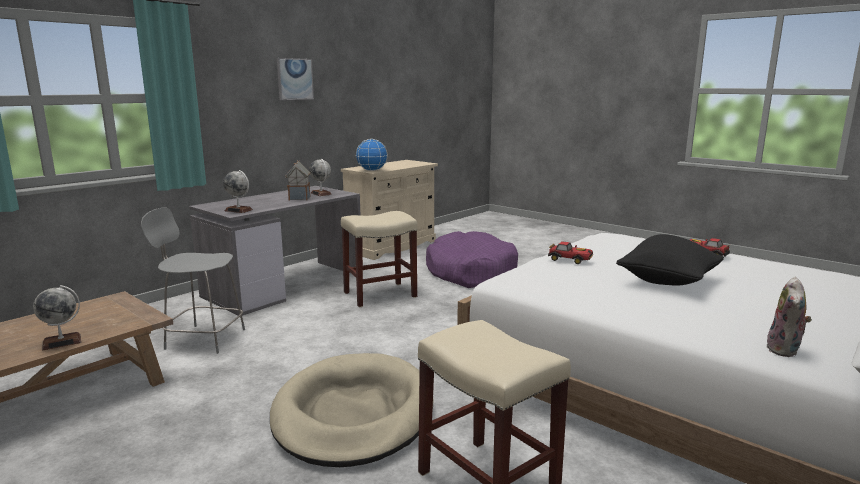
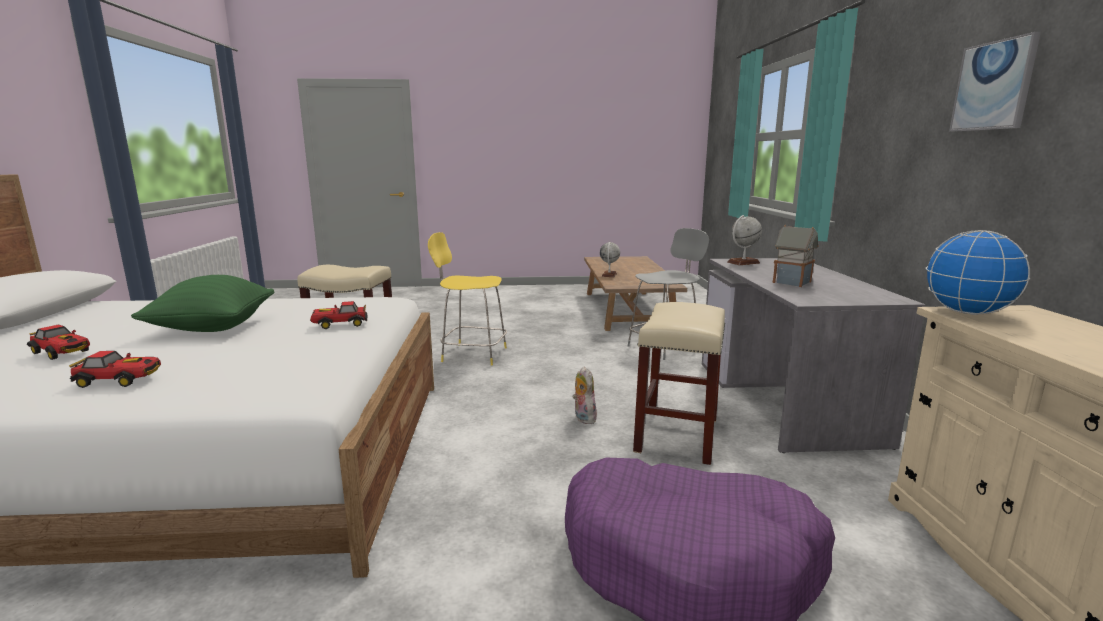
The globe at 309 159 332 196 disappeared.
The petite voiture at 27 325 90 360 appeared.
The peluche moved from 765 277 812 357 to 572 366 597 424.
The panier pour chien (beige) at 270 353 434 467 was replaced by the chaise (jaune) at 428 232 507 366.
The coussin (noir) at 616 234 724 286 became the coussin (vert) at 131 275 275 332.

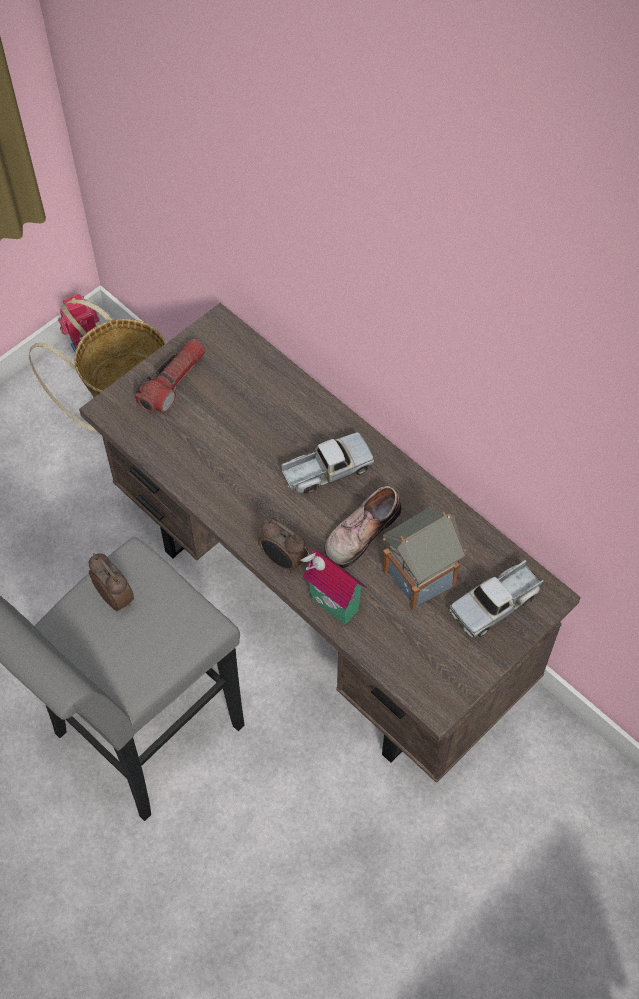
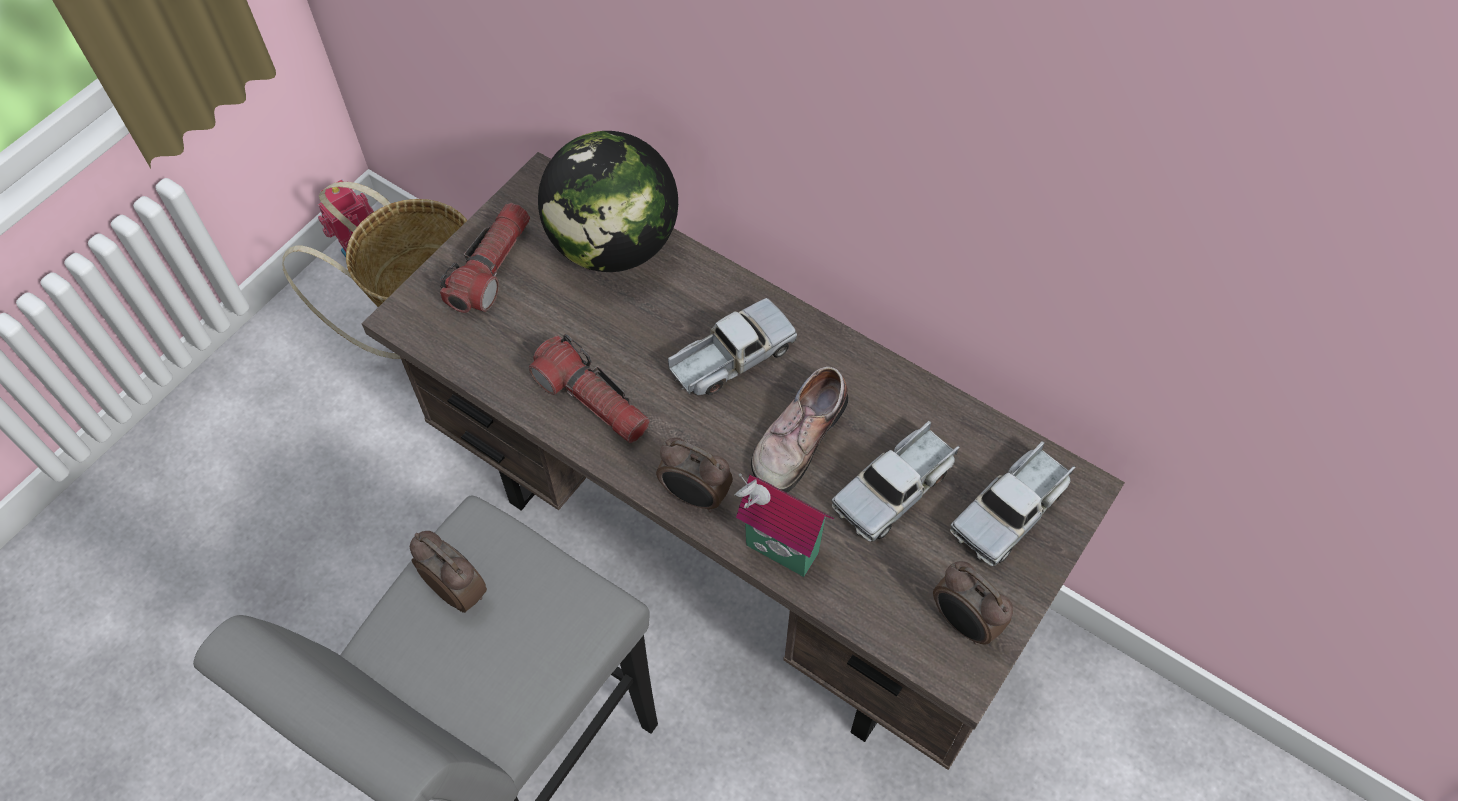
The lampe de poche at 529 334 650 443 appeared.
The globe at 538 131 678 272 appeared.
The réveil at 933 561 1013 645 appeared.
The maison miniature at 383 508 466 610 was replaced by the camion jouet at 831 421 960 541.

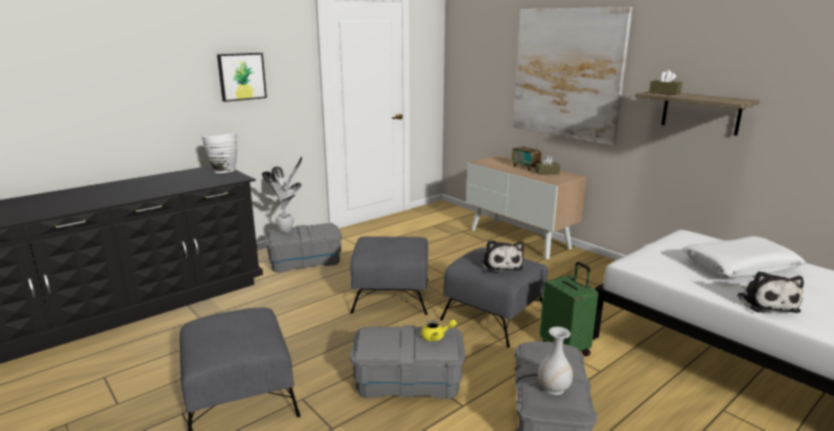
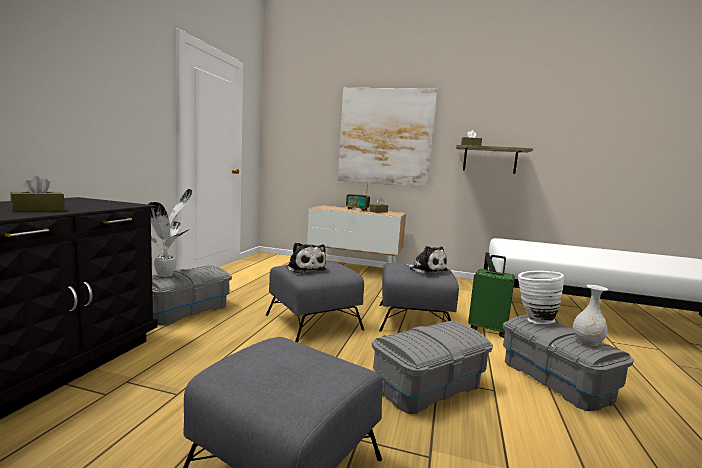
The tableau at 217 53 267 102 disappeared.
The théière (jaune) at 421 320 457 341 disappeared.
The coussin (blanc) at 682 236 806 278 disappeared.
The boîte à mouchoirs (marron) at 10 176 65 212 appeared.
The vase (blanc) moved from 202 134 237 173 to 518 271 564 324.
The peluche moved from 737 271 804 313 to 286 242 326 273.

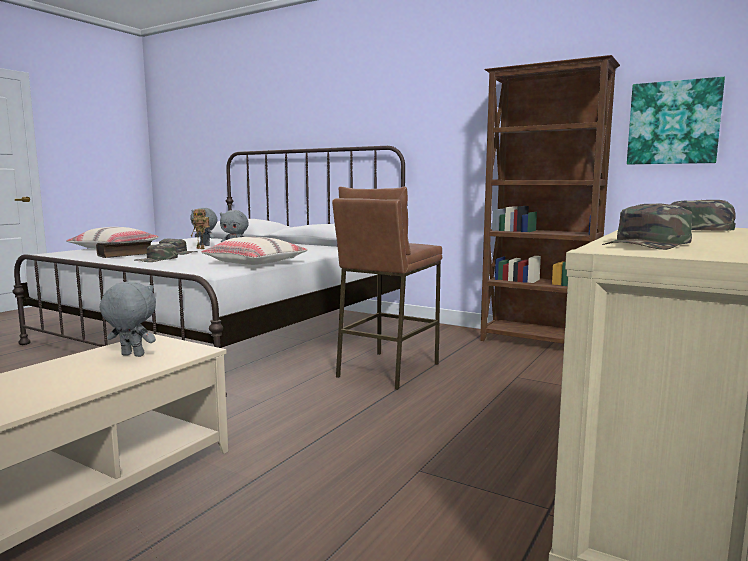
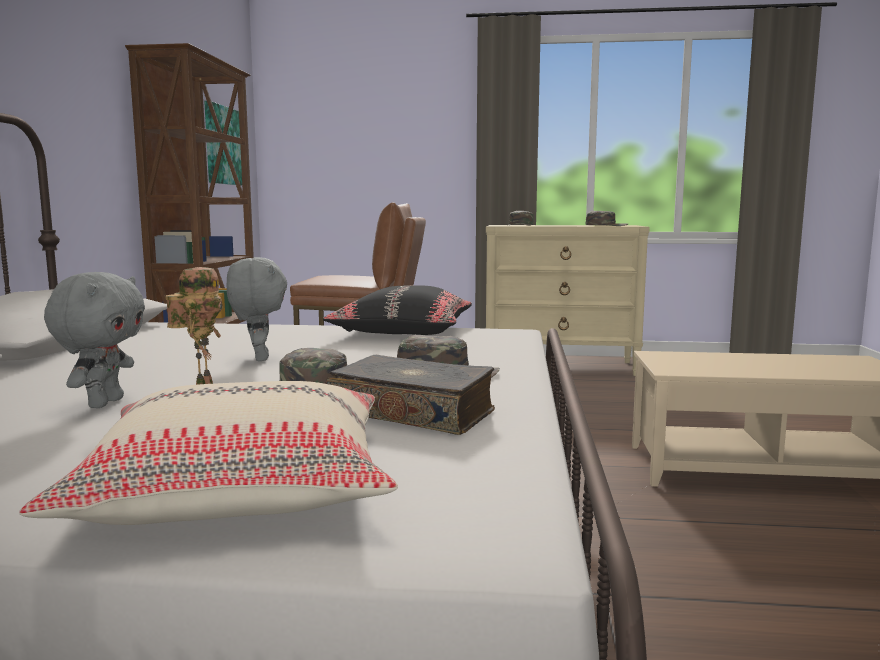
The peluche (gris) at 100 281 156 357 disappeared.
The coussin (beige) at 201 237 308 265 became the coussin (noir) at 323 285 472 335.

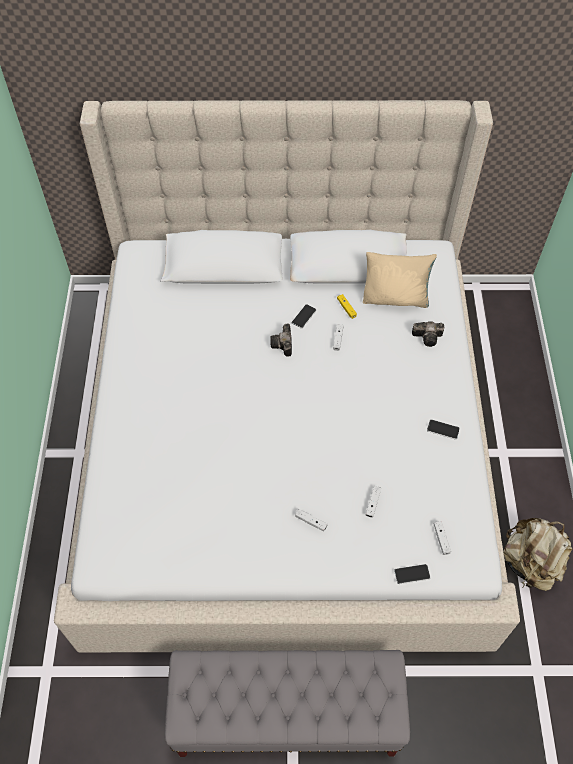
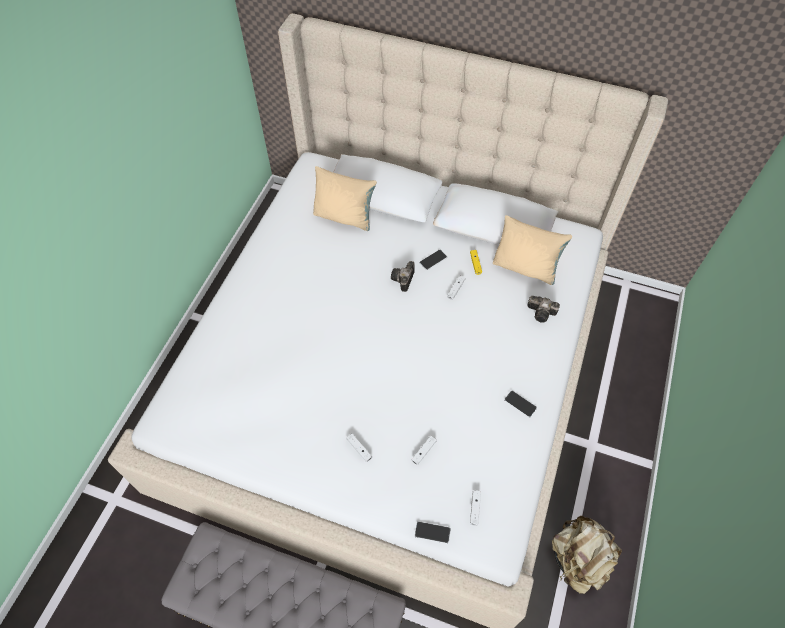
The coussin (beige) at 313 166 377 231 appeared.

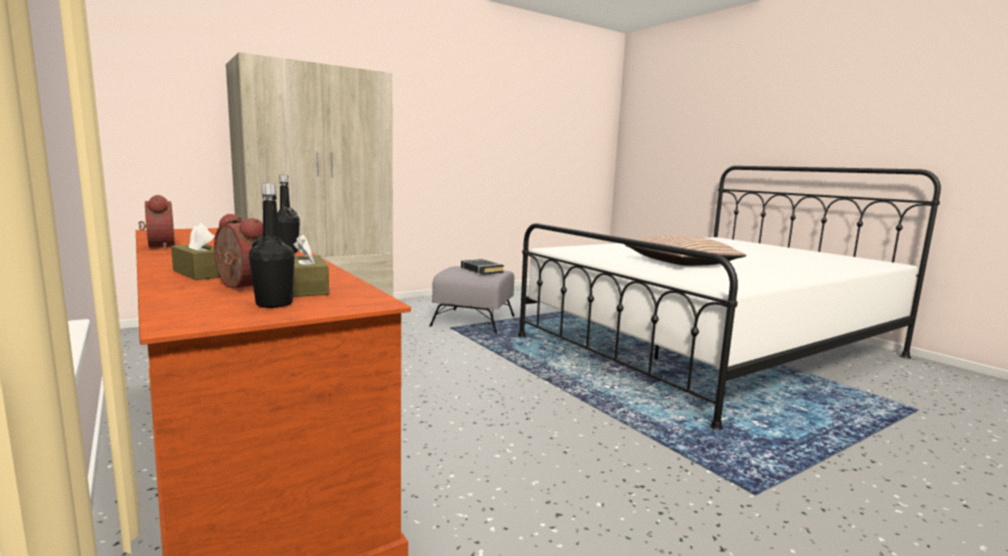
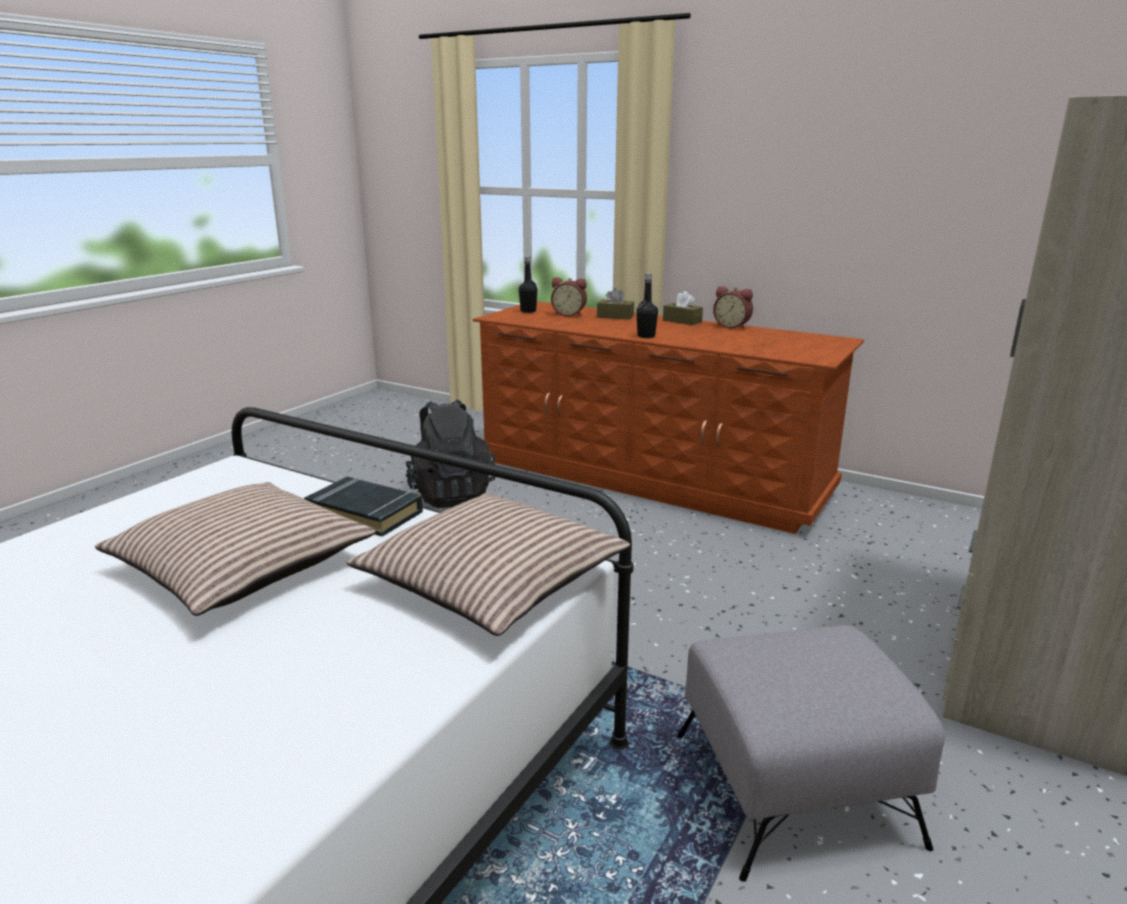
The coussin at 346 493 630 636 appeared.
The sac à dos (noir) at 406 399 495 508 appeared.
The boîte à mouchoirs (marron) moved from 293 234 329 297 to 663 291 703 325.
The livre (noir) moved from 461 259 504 275 to 304 477 423 537.

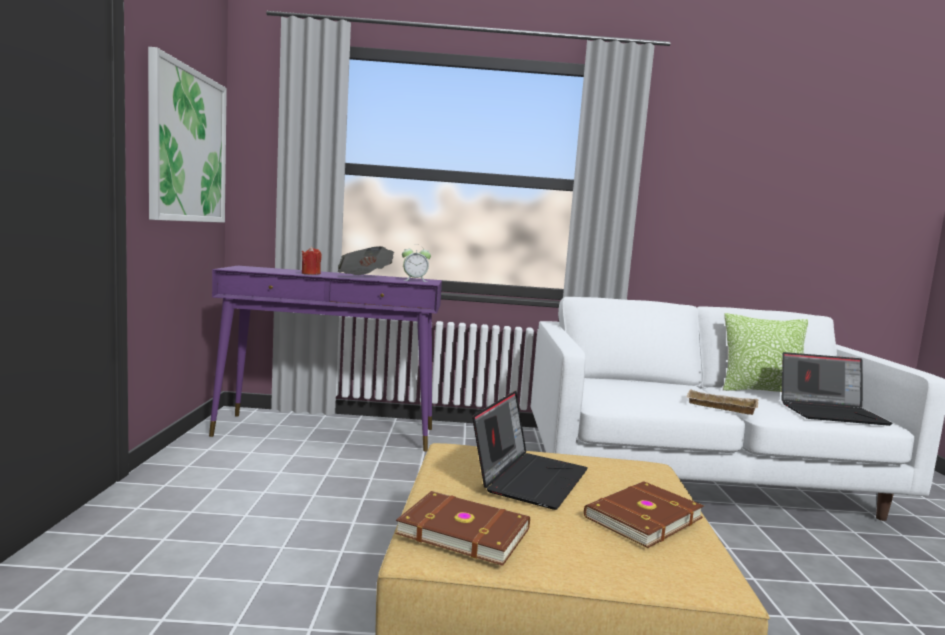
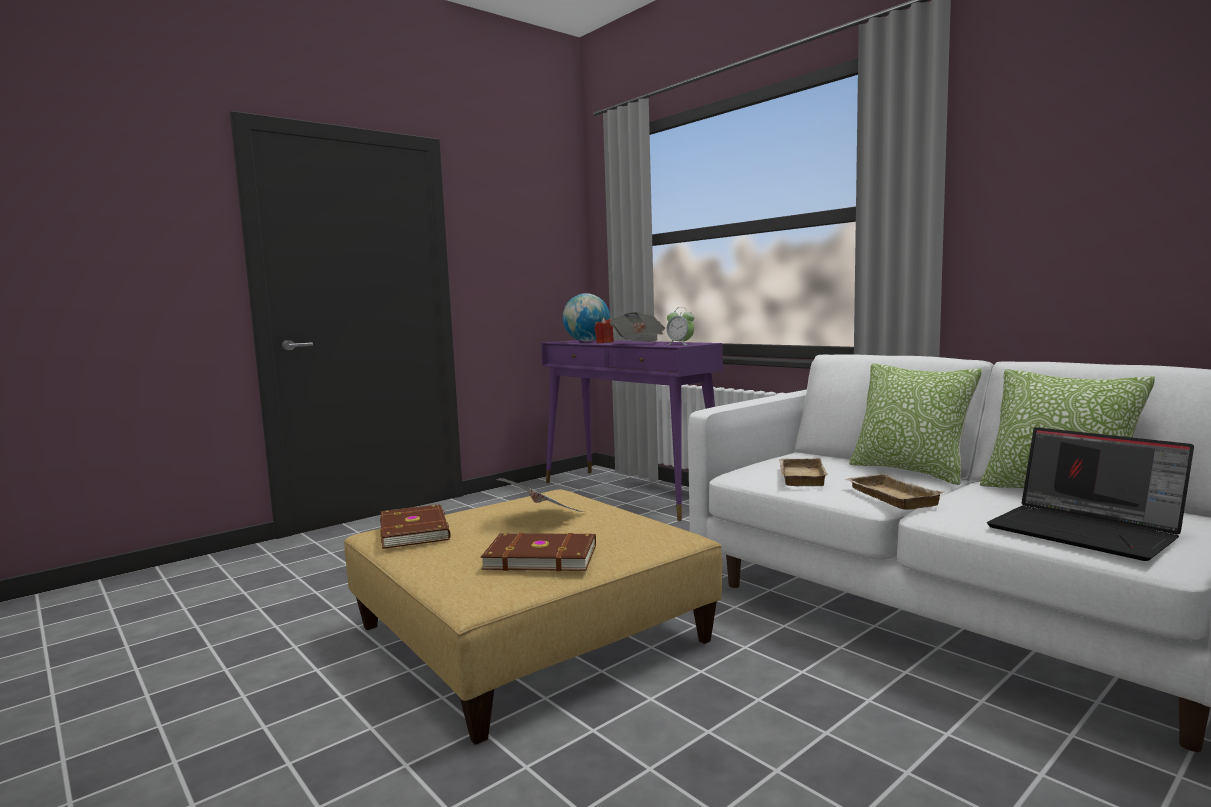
The tableau at 148 47 227 223 disappeared.
The globe at 563 293 610 341 appeared.
The plateau (beige) at 779 458 828 486 appeared.
The coussin at 849 363 982 485 appeared.
The ordinateur portable at 472 391 588 510 was replaced by the journal at 496 478 586 512.

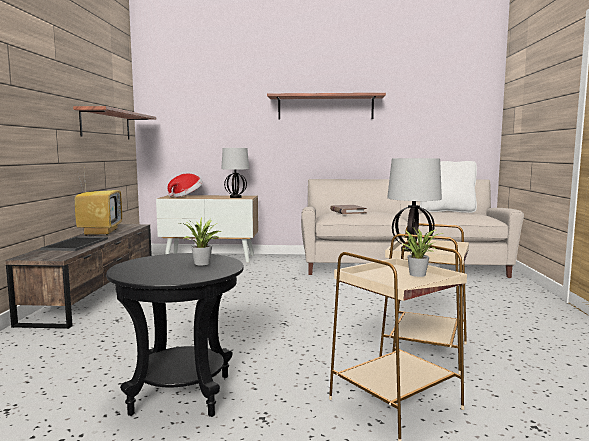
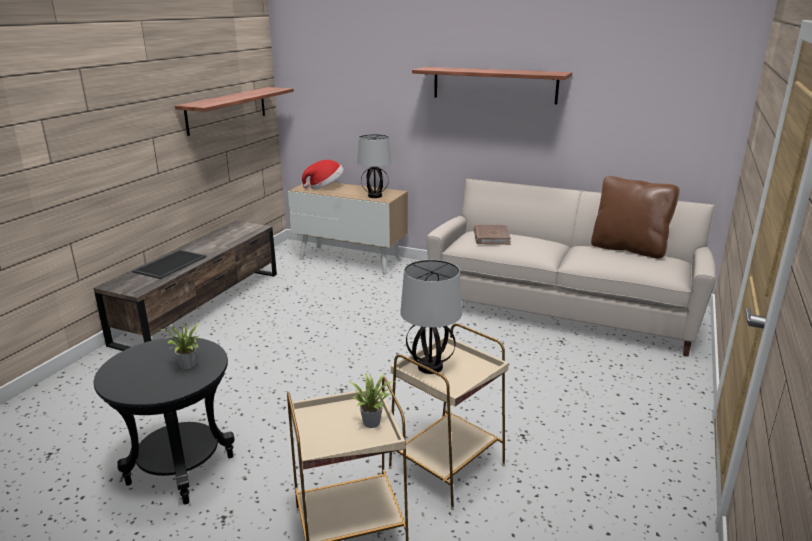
The téléviseur at 75 171 122 236 disappeared.
The coussin (blanc) at 420 161 477 213 became the coussin (marron) at 591 176 679 259.

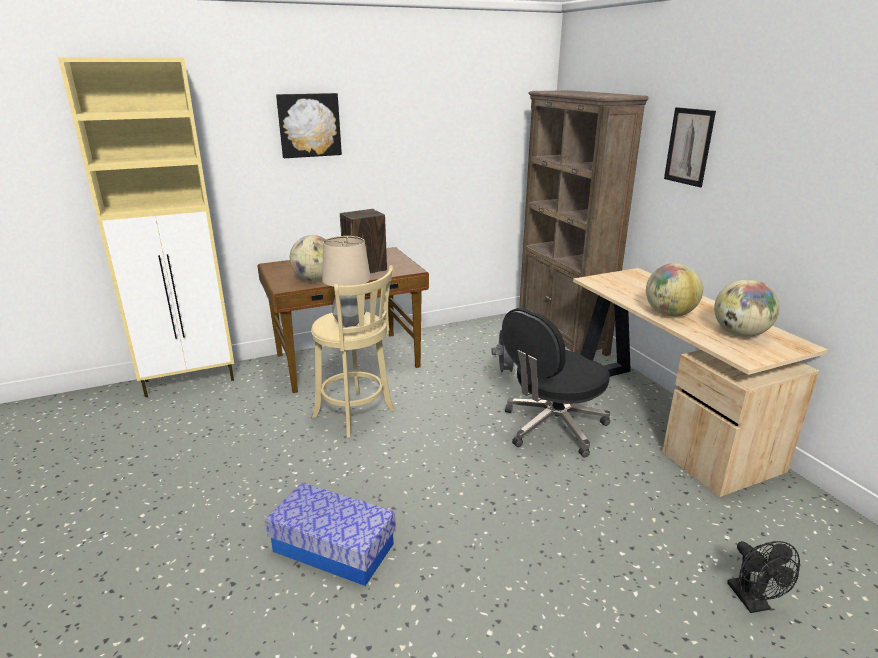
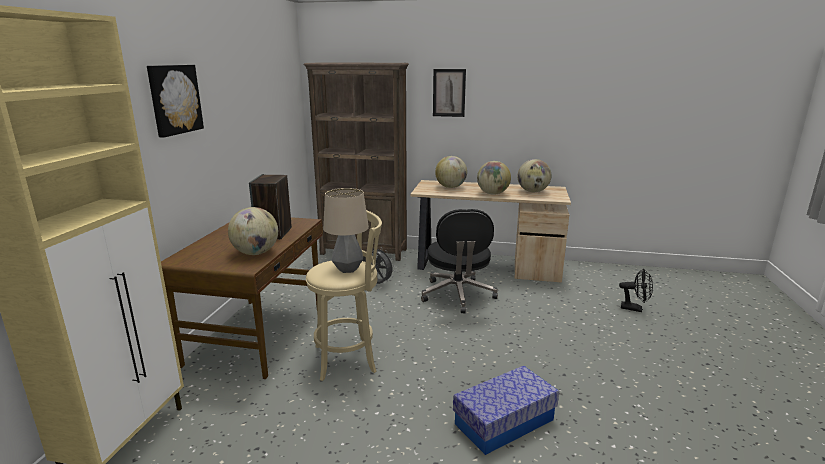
The globe at 435 156 467 188 appeared.

